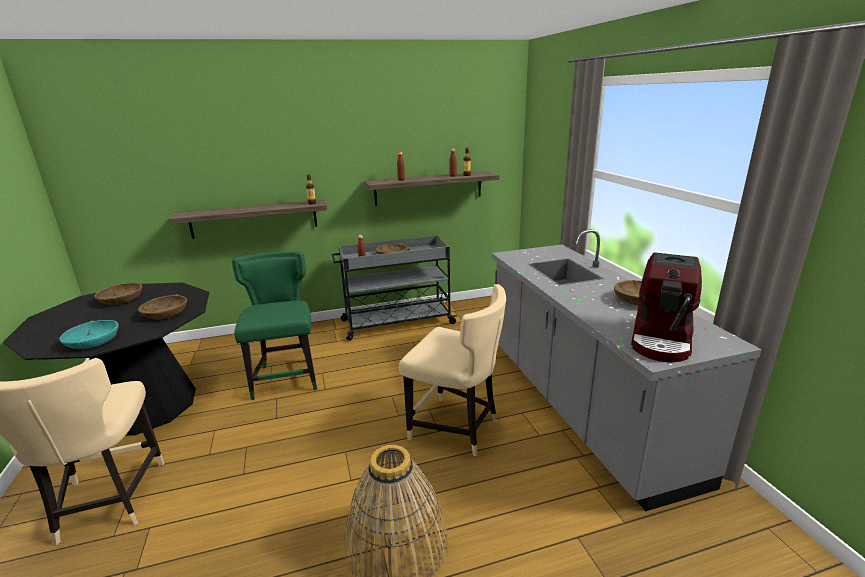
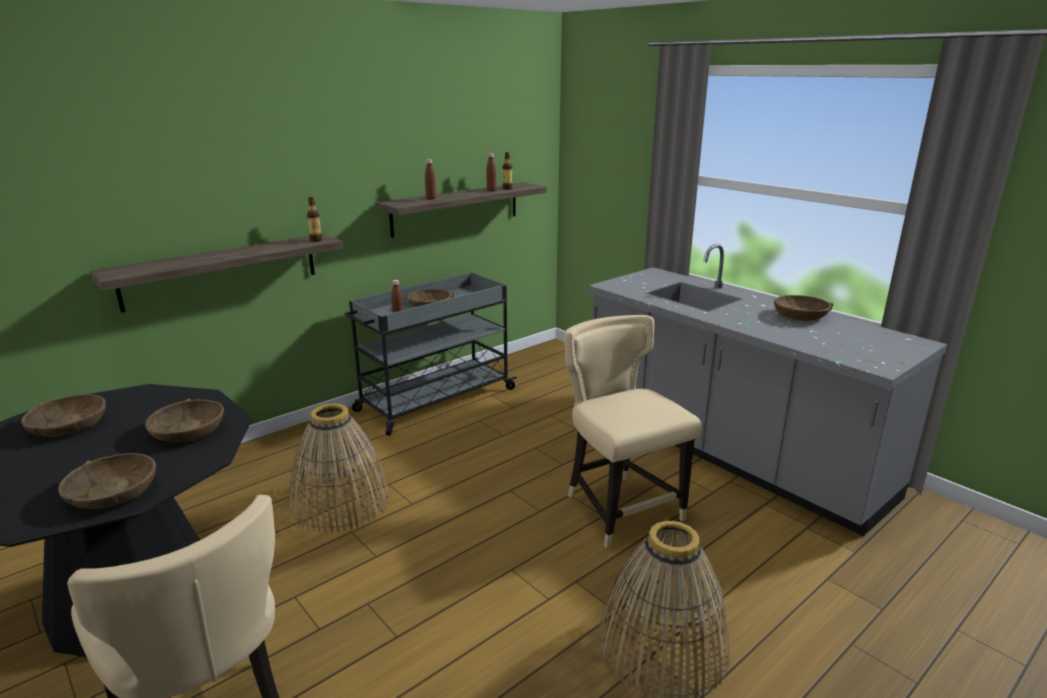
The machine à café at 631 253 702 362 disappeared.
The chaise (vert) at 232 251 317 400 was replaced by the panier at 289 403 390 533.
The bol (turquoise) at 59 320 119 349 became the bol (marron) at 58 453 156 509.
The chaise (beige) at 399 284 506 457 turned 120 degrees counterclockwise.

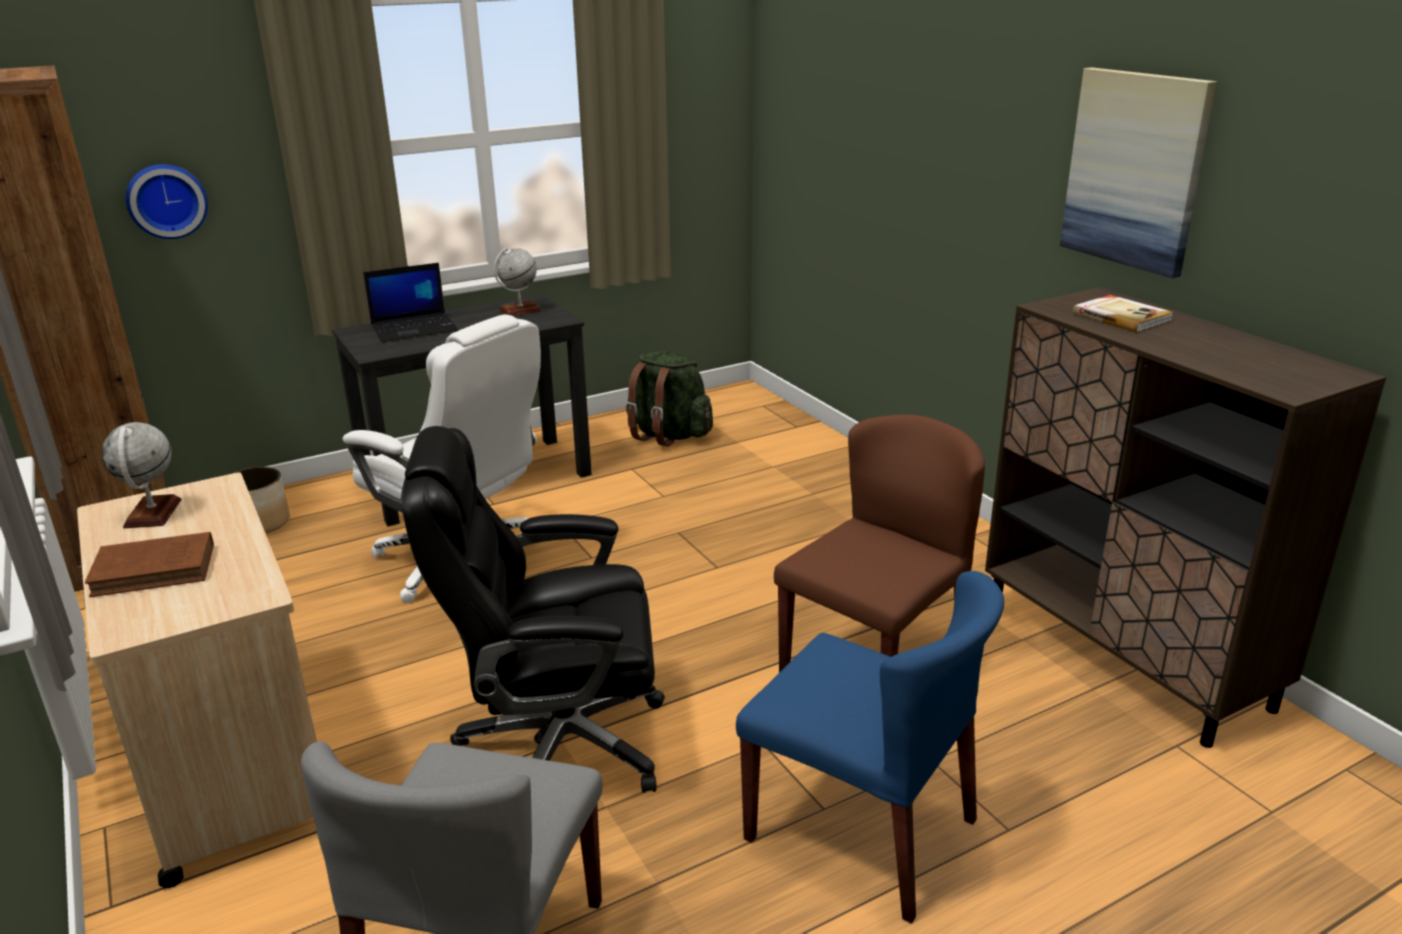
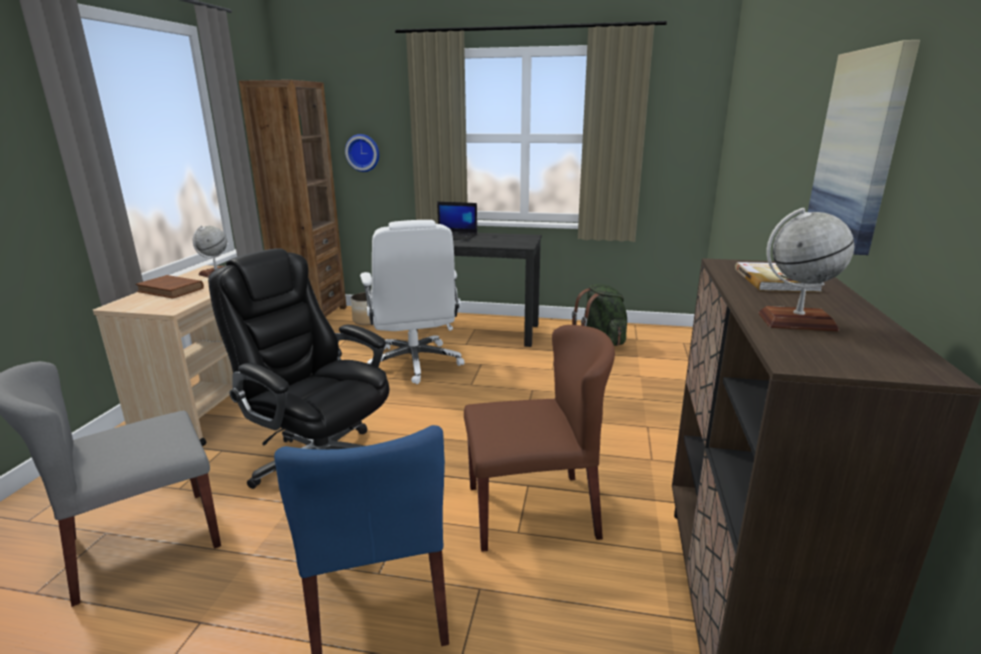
The globe moved from 494 248 542 316 to 758 208 854 331.

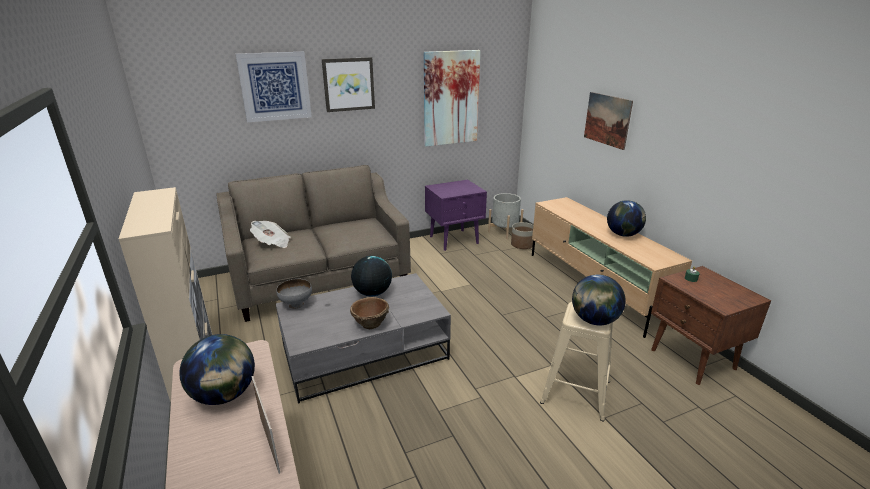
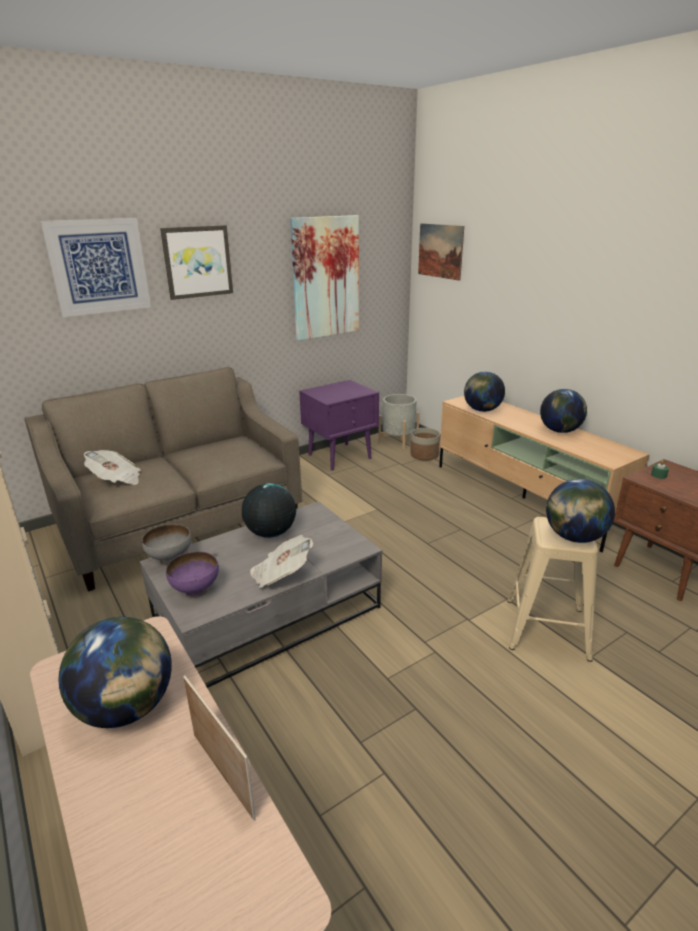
The bol (violet) at 166 551 219 598 appeared.
The globe at 464 372 505 412 appeared.
The tableau moved from 584 92 633 150 to 418 223 464 281.
The bol (marron) at 350 297 389 329 was replaced by the journal at 250 535 313 588.

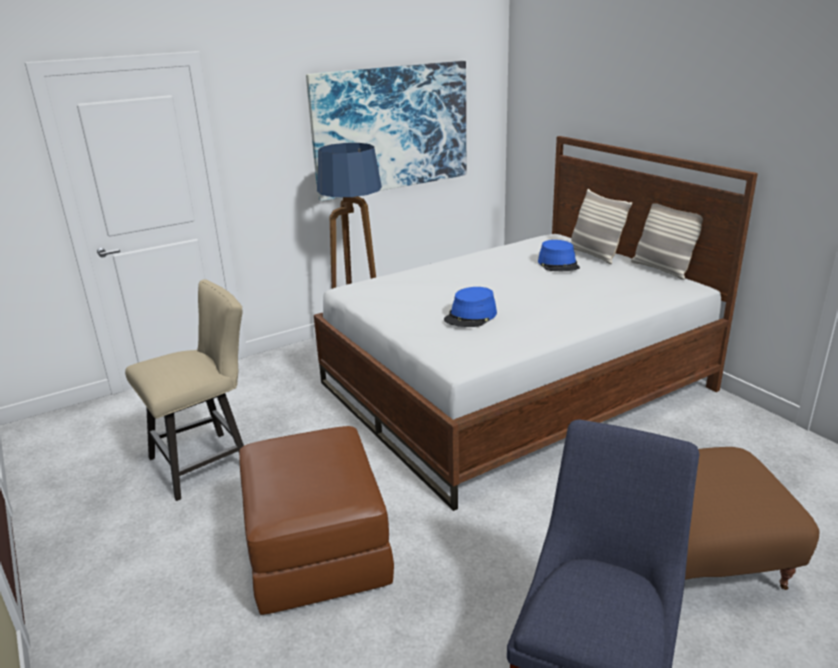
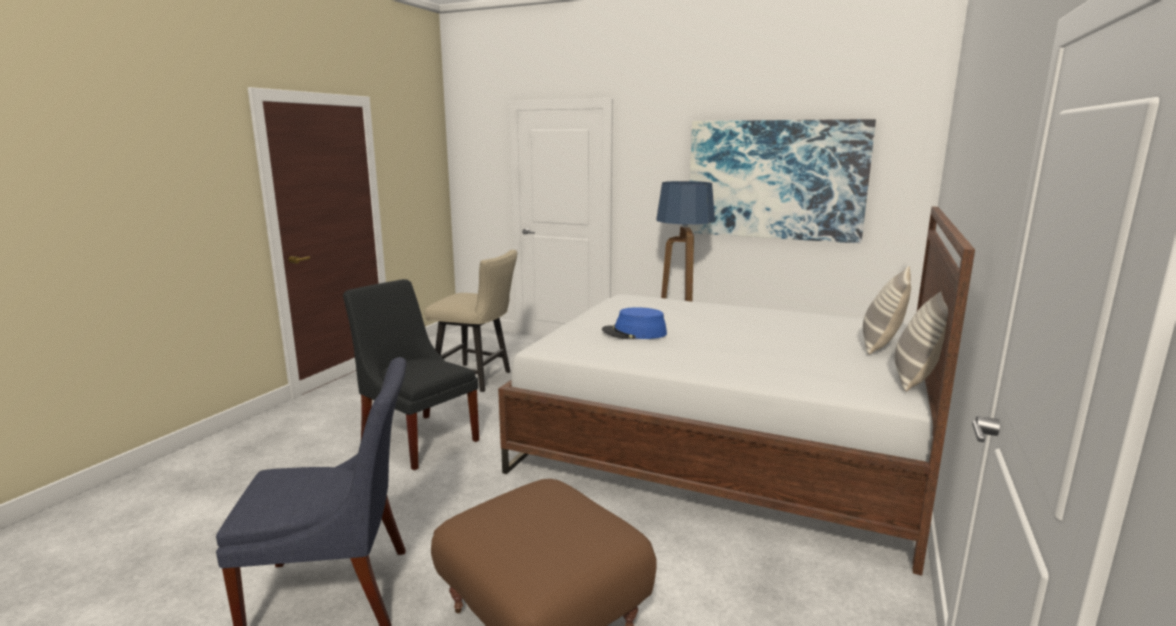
The chapeau (bleu) at 538 240 580 271 disappeared.
The pouf (marron) at 239 426 394 615 was replaced by the chaise (noir) at 343 279 479 470.

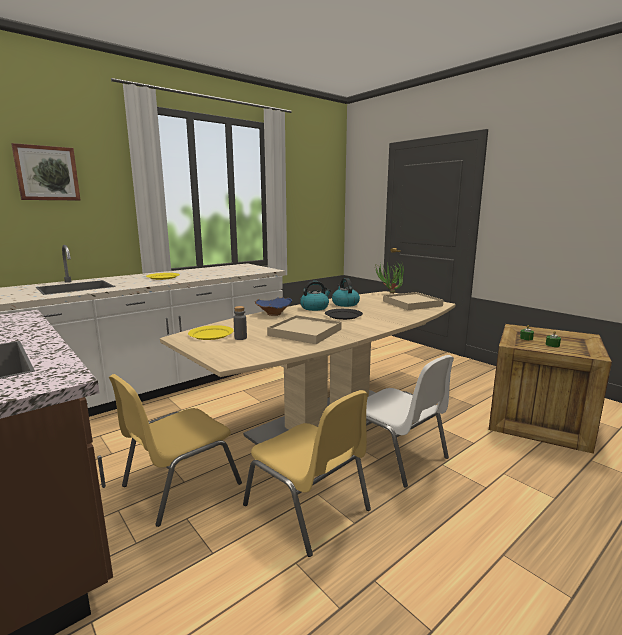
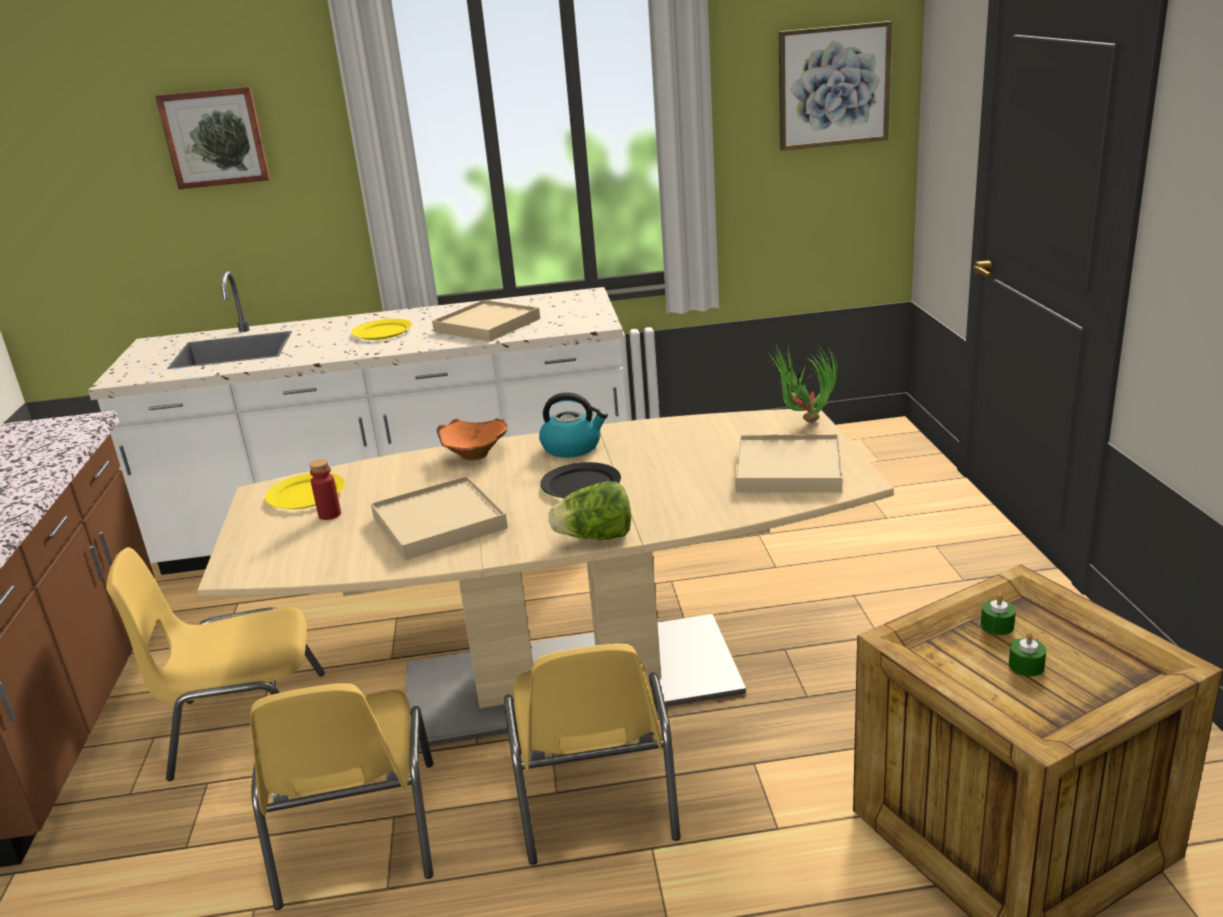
The bouilloire at 332 278 360 307 disappeared.
The plateau (beige) at 432 300 540 342 appeared.
The laitue at 549 481 631 540 appeared.
The tableau at 779 21 892 151 appeared.
The bouteille (gris) at 233 306 247 340 became the bouteille (rouge) at 309 459 341 520.
The bol (bleu) at 255 297 292 316 became the bol (orange) at 437 418 508 460.
The chaise (blanc) at 366 355 454 488 became the chaise (jaune) at 504 644 681 865.

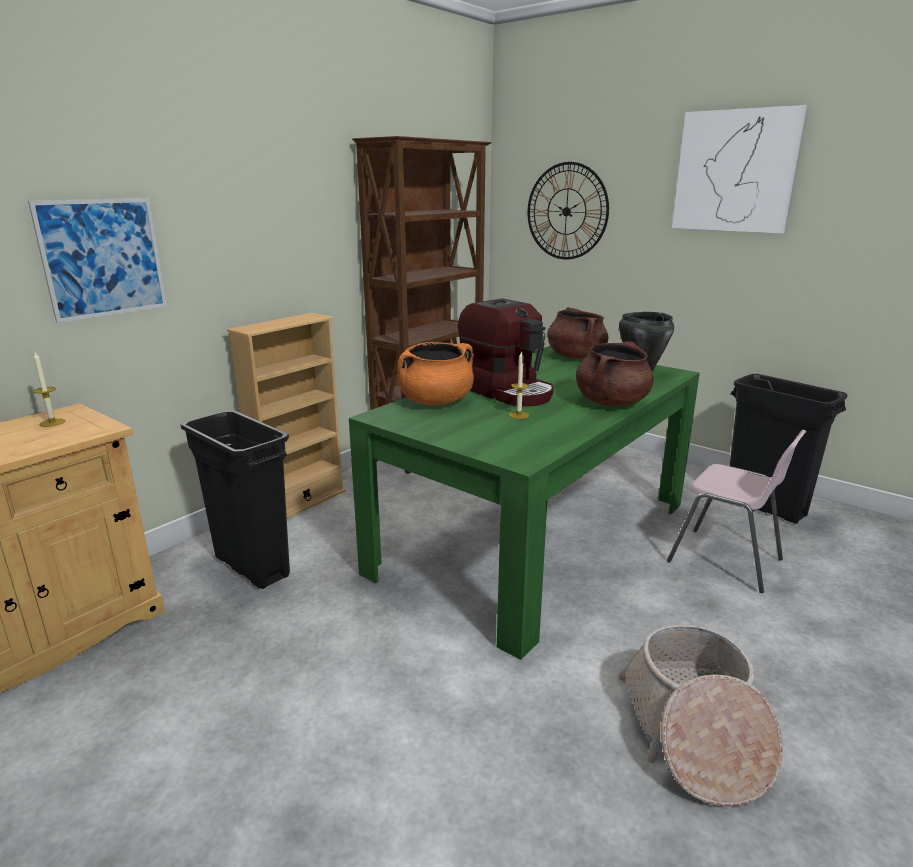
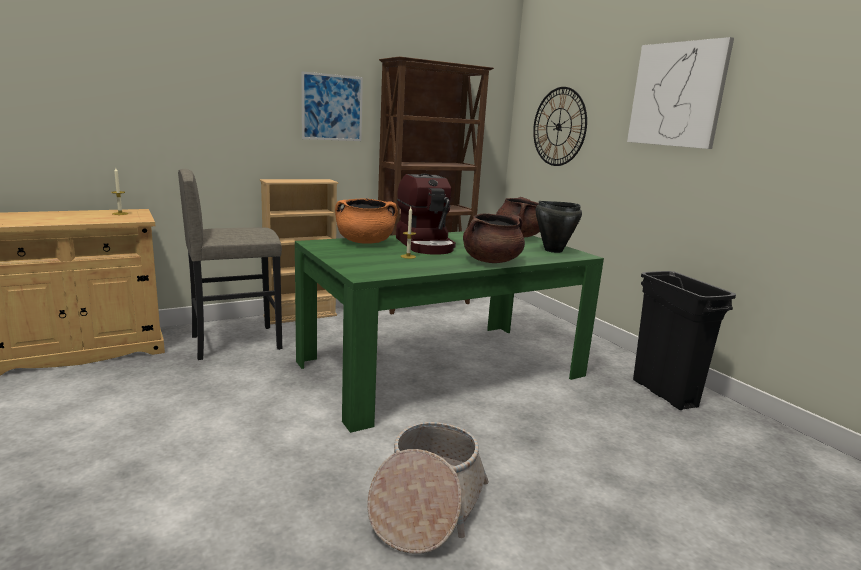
The chaise (rose) at 667 430 807 593 disappeared.
The tableau moved from 28 198 167 323 to 302 72 363 141.
The poubelle (noir) at 181 410 290 589 was replaced by the tabouret (gris) at 178 169 282 360.

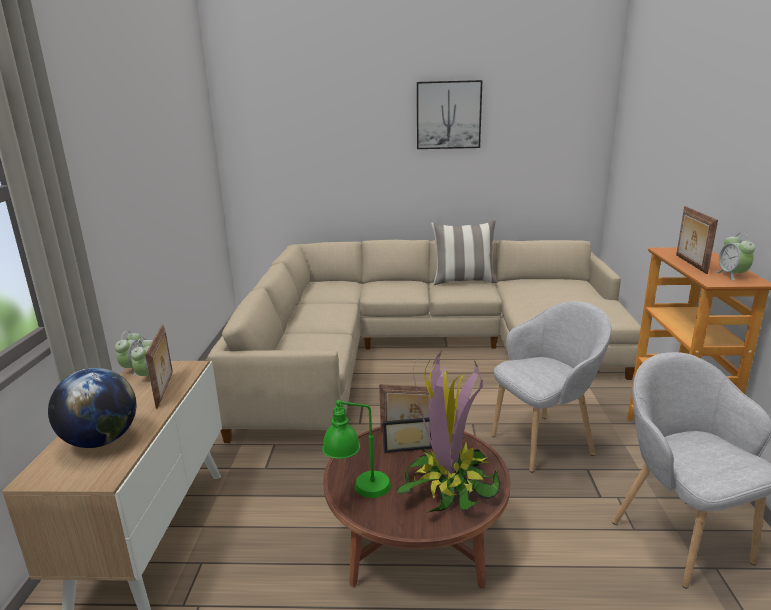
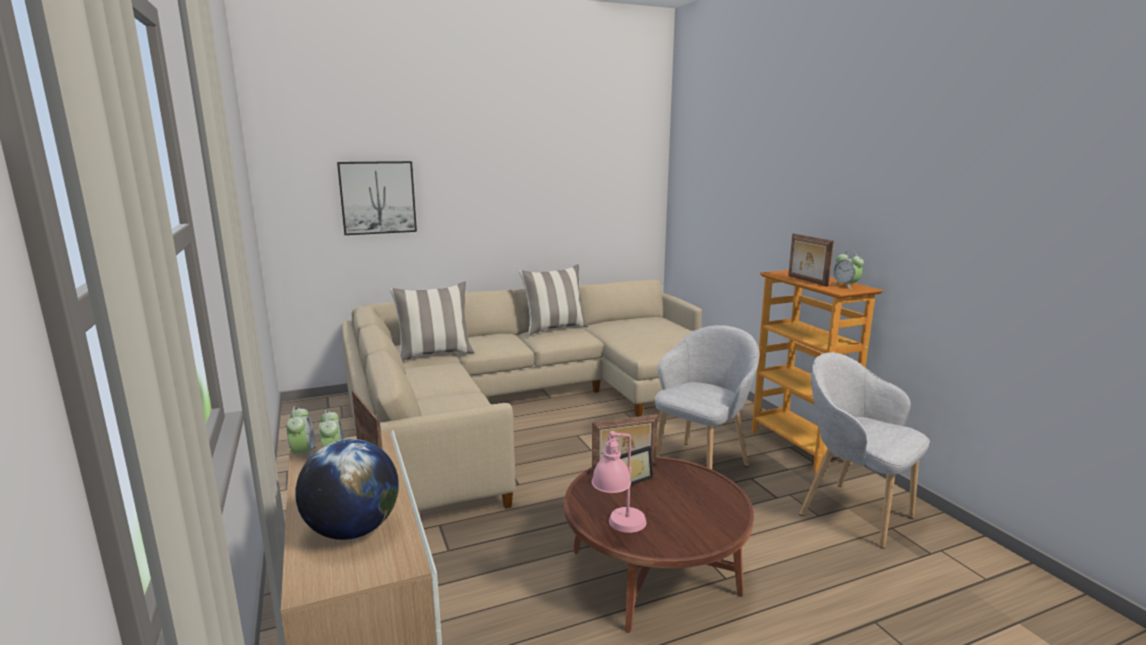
The plante en pot at 397 351 500 513 disappeared.
The coussin at 390 282 474 361 appeared.
The tableau moved from 417 80 482 149 to 337 161 417 235.
The lampe de table (vert) at 322 400 391 498 became the lampe de table (rose) at 592 431 646 533.

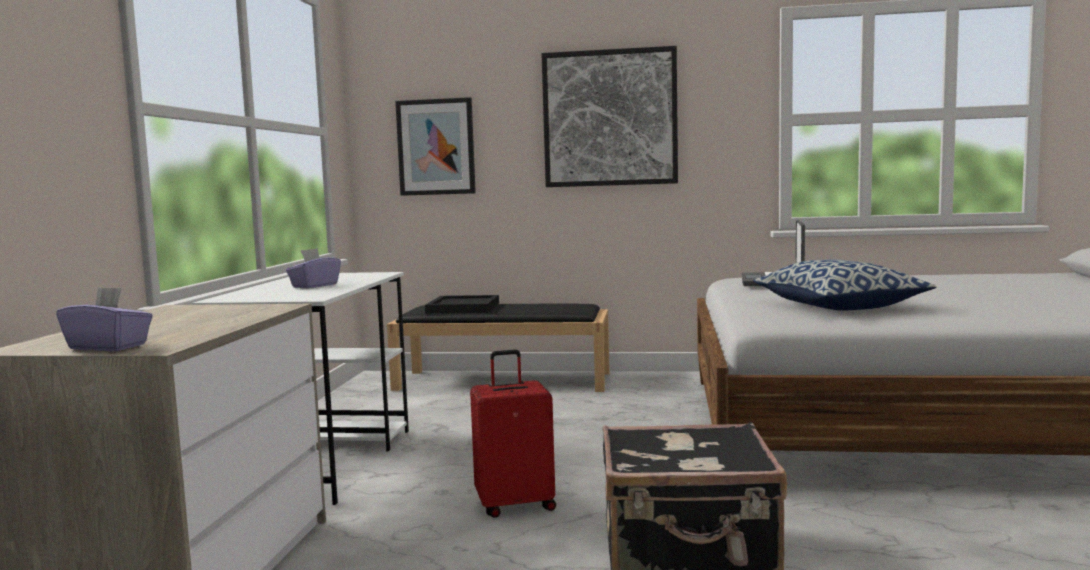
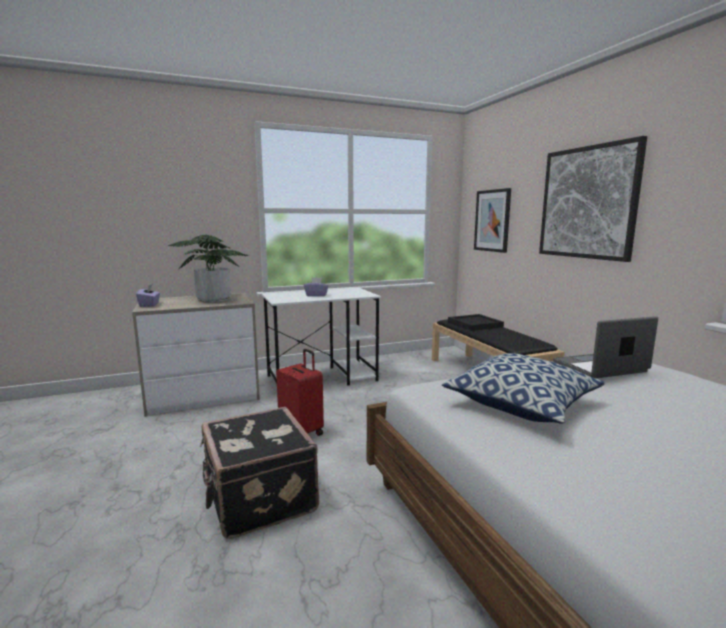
The plante en pot at 168 235 249 302 appeared.

